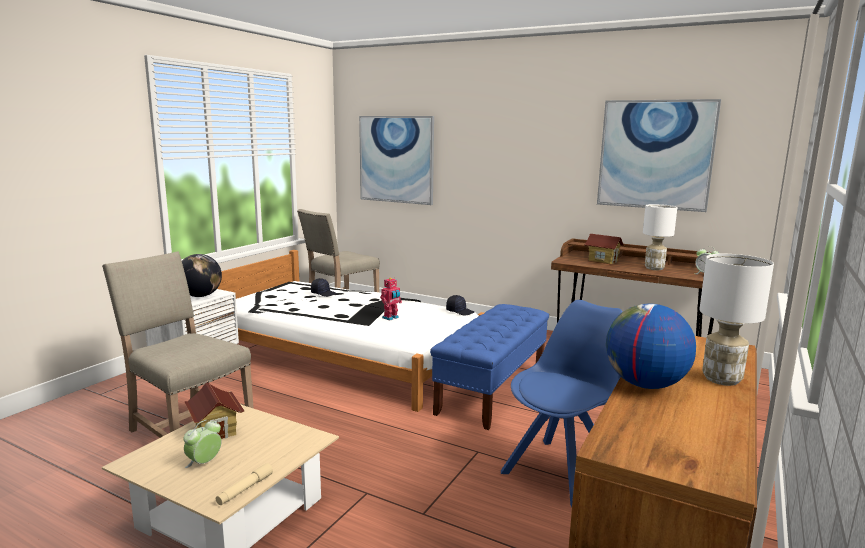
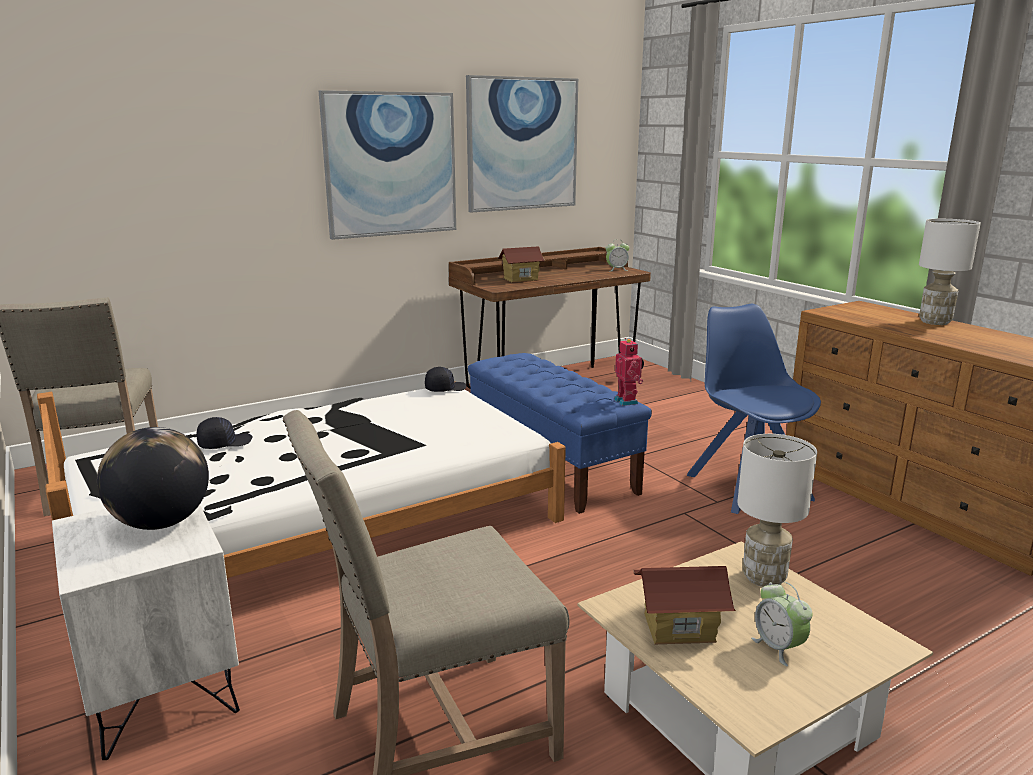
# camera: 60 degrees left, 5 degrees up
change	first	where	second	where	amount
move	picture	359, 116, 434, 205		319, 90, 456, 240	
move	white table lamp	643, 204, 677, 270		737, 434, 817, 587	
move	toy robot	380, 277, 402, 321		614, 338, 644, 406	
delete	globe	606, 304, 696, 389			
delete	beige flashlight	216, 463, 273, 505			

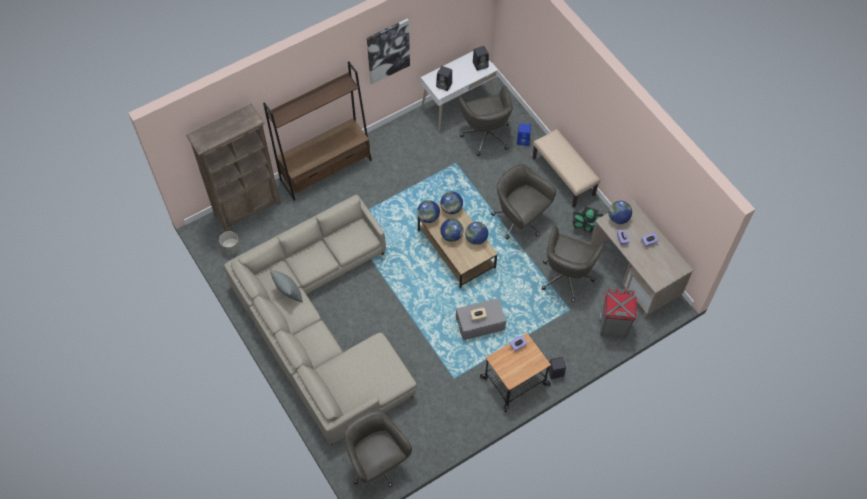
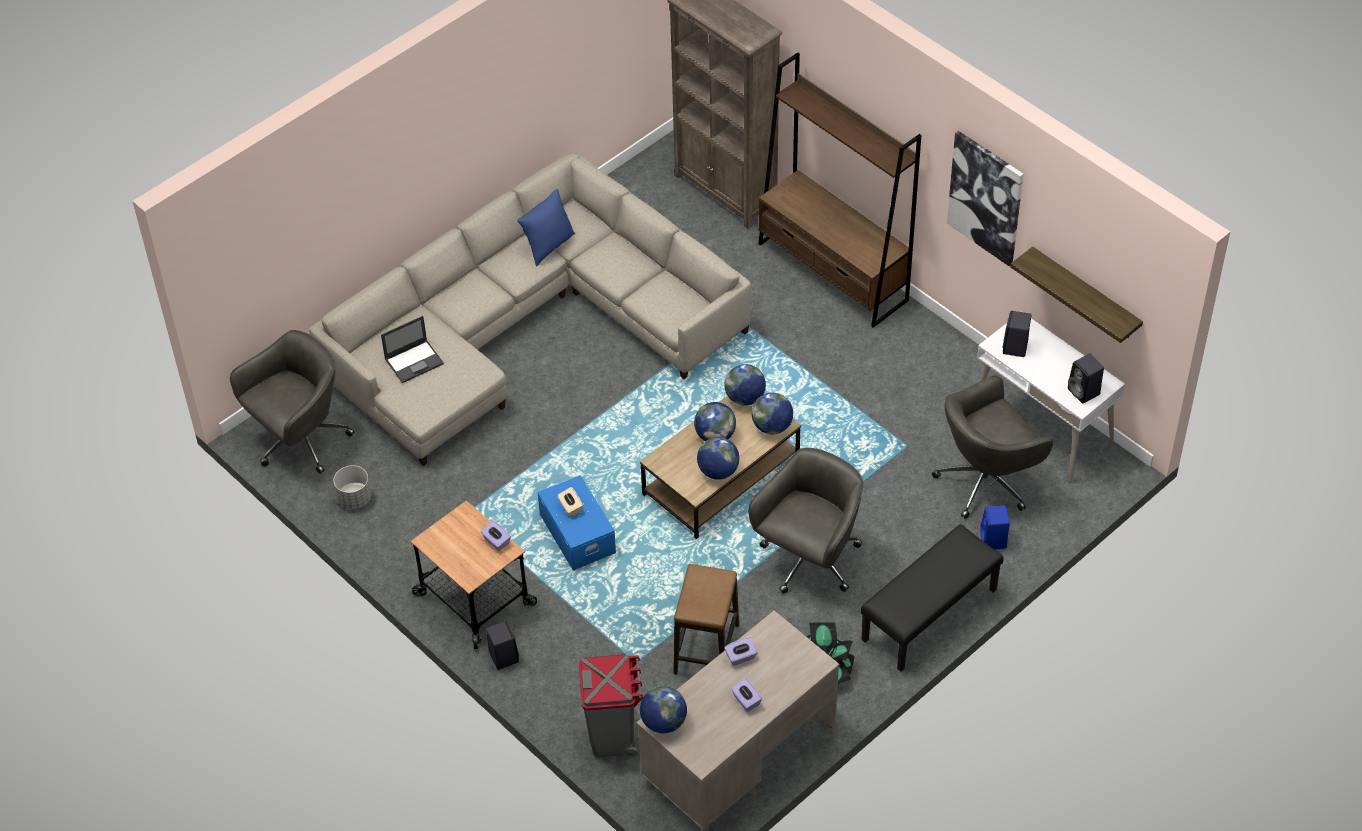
# camera: 80 degrees right, 10 degrees down
change	first	where	second	where	amount
recolor	beige bench	533, 129, 600, 208	black bench	861, 524, 1004, 671	
move	globe	608, 201, 632, 224		640, 686, 687, 733	
replace	grey office chair	542, 226, 605, 302	stool	674, 564, 739, 675	
move	grey planter	219, 231, 240, 255		333, 465, 371, 509	
recolor	grey pillow	270, 269, 303, 303	blue pillow	517, 189, 575, 266	
recolor	grey storage box	456, 298, 506, 340	blue storage box	538, 475, 616, 571	
insert			shelf	1010, 247, 1143, 343	
insert			laptop	381, 316, 444, 383	

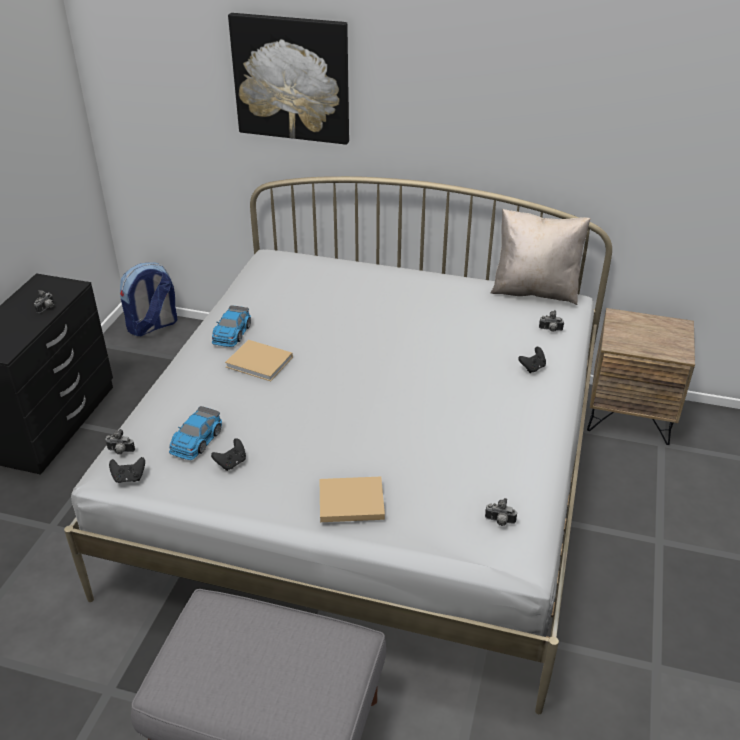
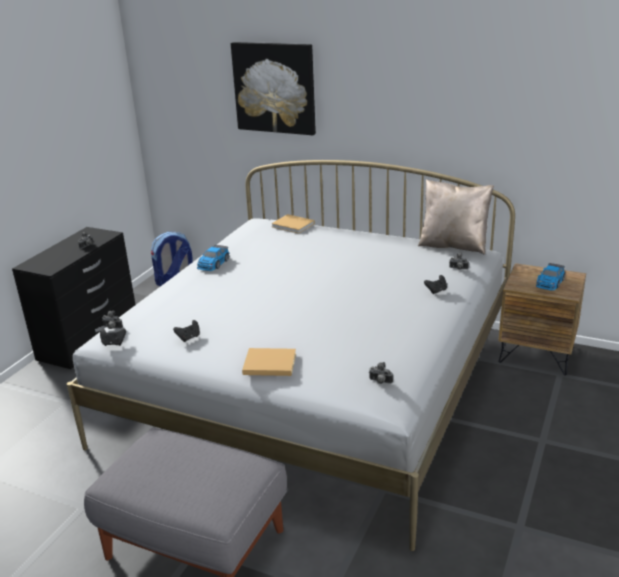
# camera: 10 degrees right, 10 degrees down
change	first	where	second	where	amount
move	beige book	225, 340, 293, 381		271, 214, 315, 234	
move	toy car	169, 406, 222, 460		536, 263, 565, 291	

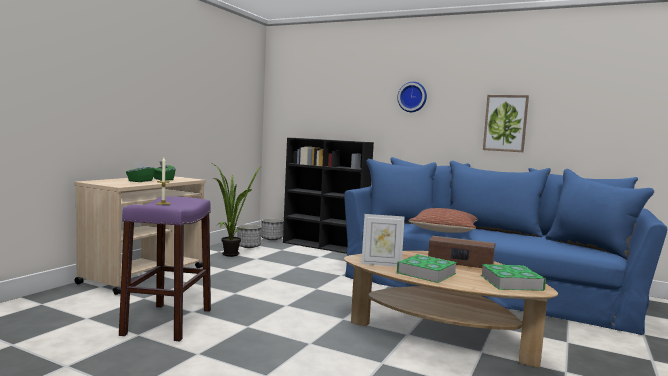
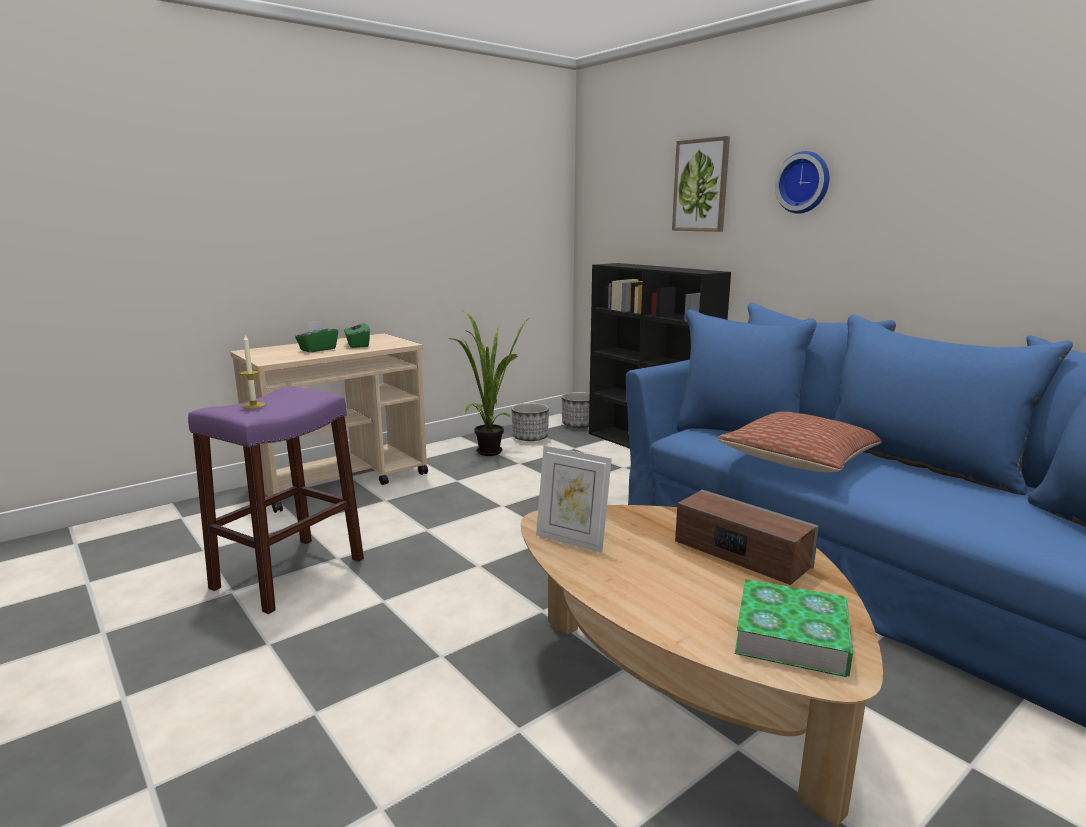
# camera: 25 degrees right, 10 degrees up
change	first	where	second	where	amount
move	picture	483, 95, 529, 152		672, 136, 730, 232	
delete	book	397, 254, 457, 283			

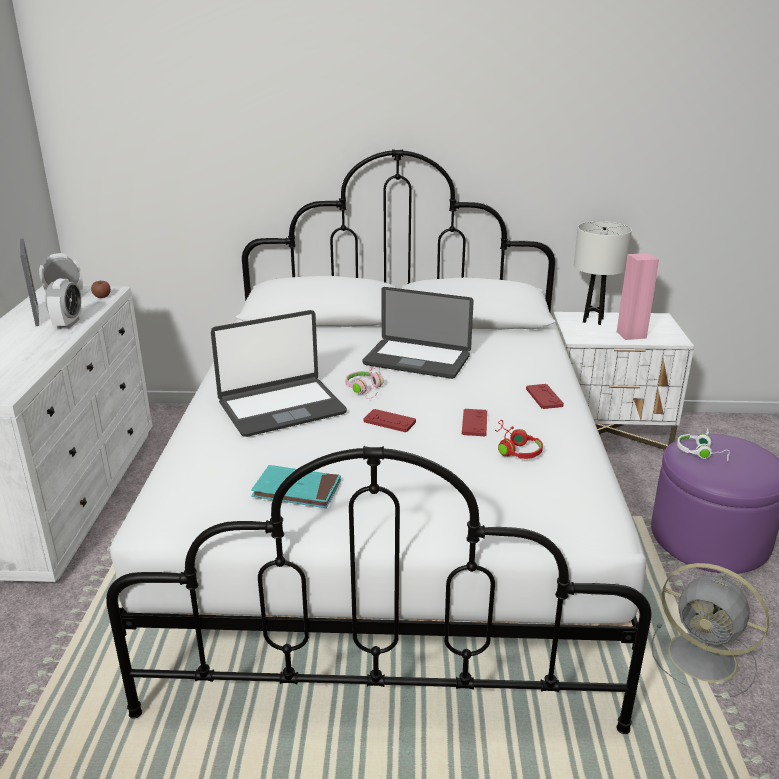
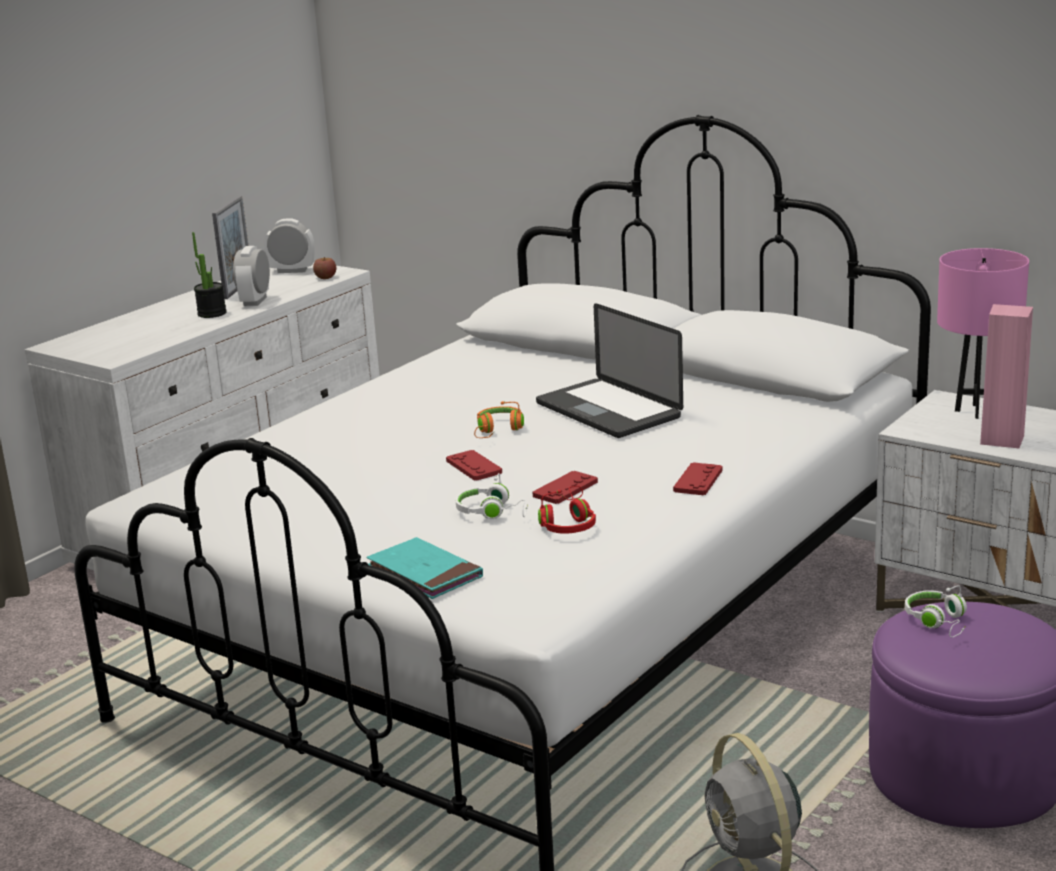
# camera: 35 degrees right, 5 degrees down
change	first	where	second	where	amount
recolor	white table lamp	574, 221, 632, 325	pink table lamp	937, 248, 1029, 419	
rotate	alarm clock	45, 279, 82, 329		233, 246, 270, 306	150 degrees clockwise
delete	laptop	211, 310, 347, 437			
recolor	pink headphones	345, 367, 384, 399	orange headphones	474, 401, 524, 438	
move	turquoise book	251, 465, 341, 508		367, 537, 483, 599	
insert			potted plant	192, 232, 227, 318	
insert			white headphones	456, 473, 528, 519	

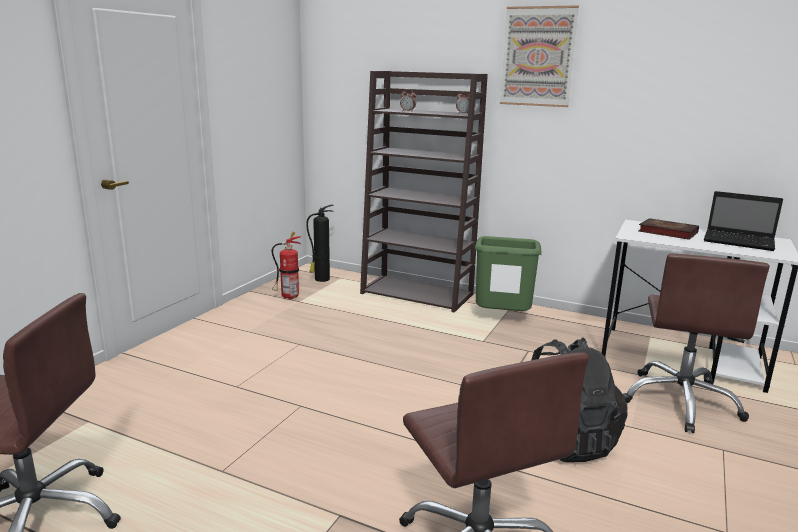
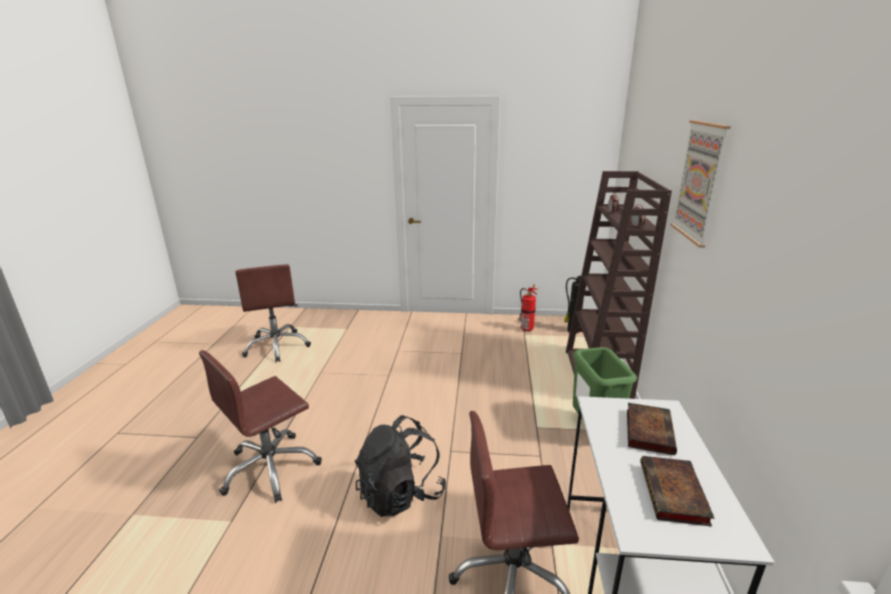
# camera: 70 degrees right, 5 degrees up
change	first	where	second	where	amount
replace	laptop	704, 191, 783, 251	book	640, 456, 714, 527	

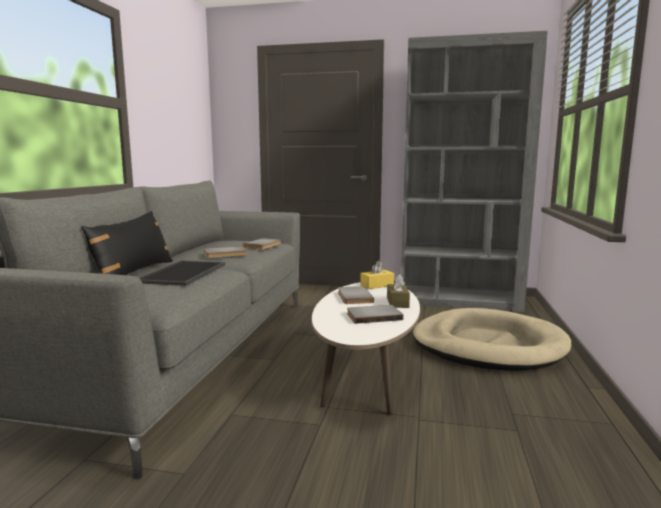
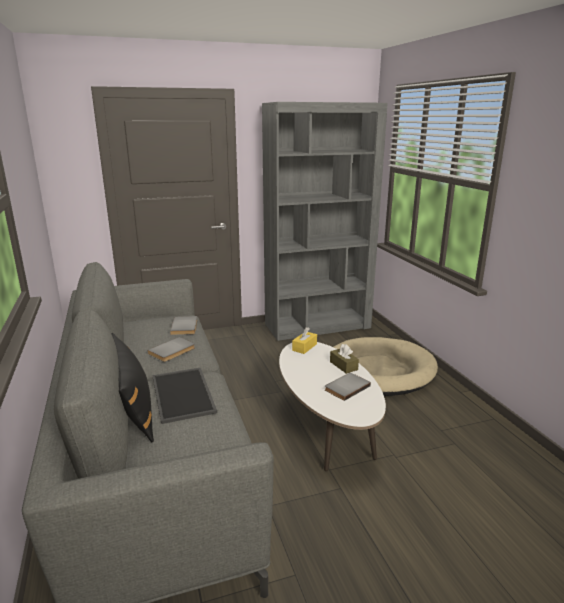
# camera: 30 degrees left, 10 degrees up
change	first	where	second	where	amount
delete	grey book	338, 286, 374, 304			

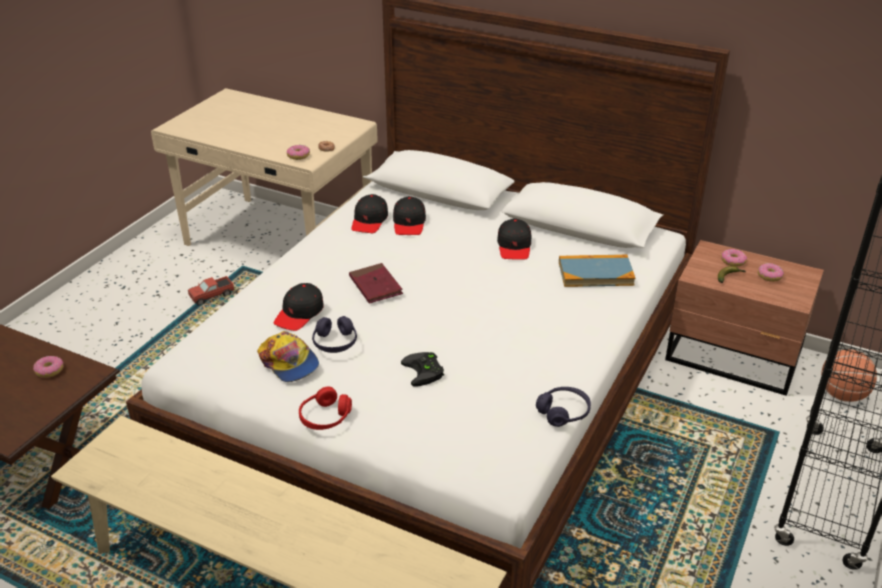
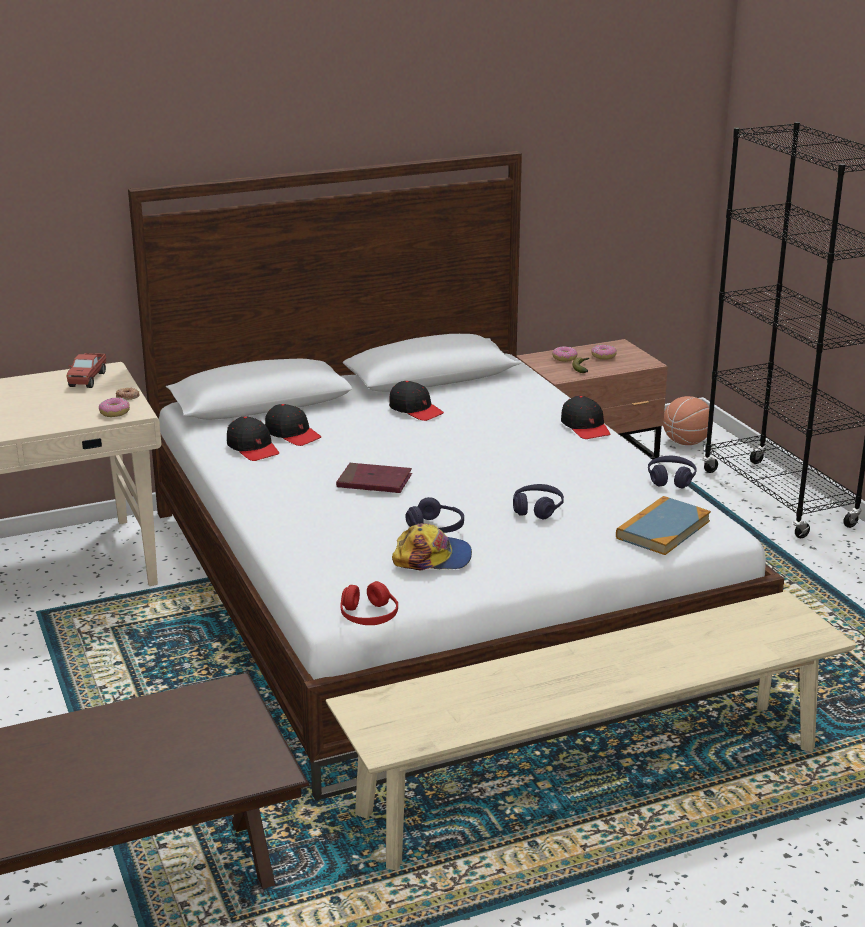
# camera: 50 degrees left, 10 degrees down
change	first	where	second	where	amount
move	book	559, 255, 635, 287		616, 496, 711, 555	
move	toy truck	188, 276, 234, 306		66, 353, 106, 388	
move	black cap	274, 283, 324, 331		561, 396, 610, 439	
replace	black game controller	401, 352, 444, 387	purple headphones	513, 484, 564, 520	
delete	donut	33, 356, 64, 378			
move	red headphones	299, 387, 352, 430		340, 581, 398, 625	

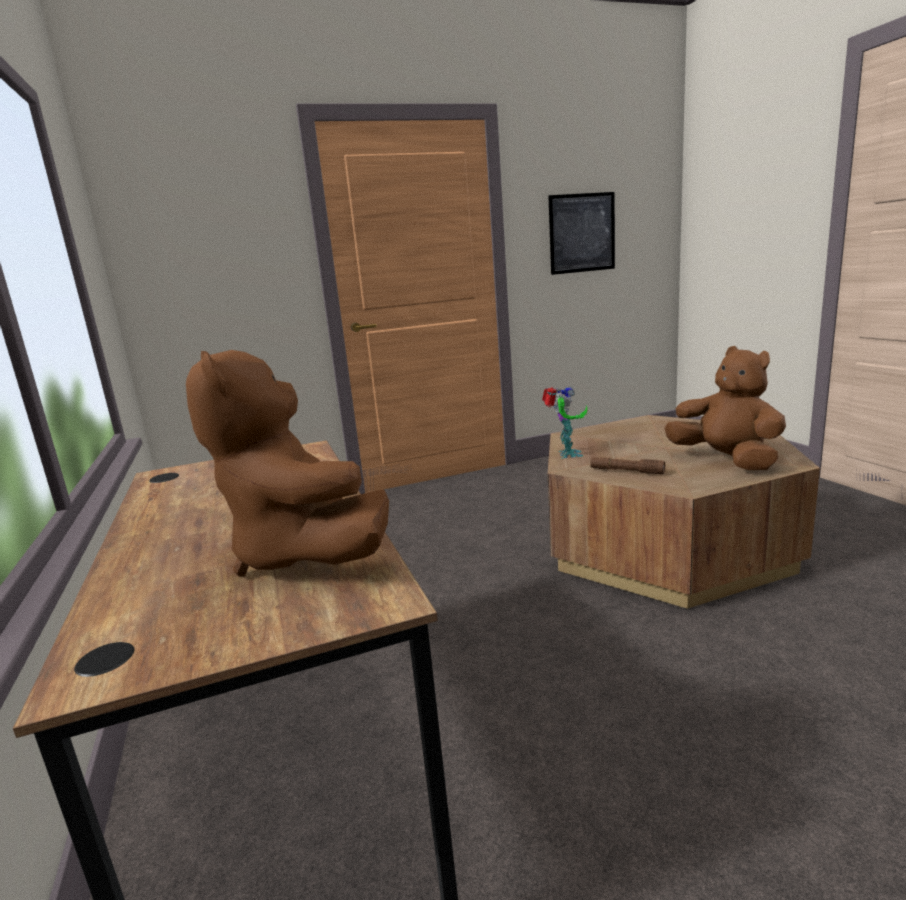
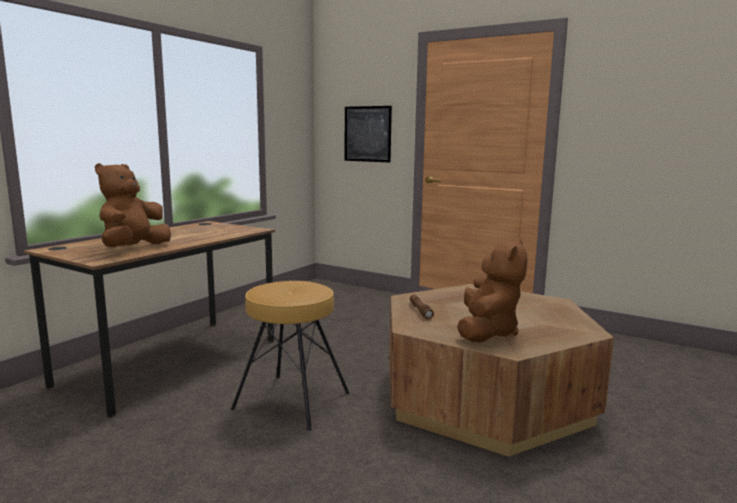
# camera: 50 degrees right, 5 degrees down
change	first	where	second	where	amount
move	picture	548, 192, 615, 275		345, 106, 392, 162	
delete	toy robot	542, 386, 587, 459			
insert			brown stool	231, 281, 350, 431	

